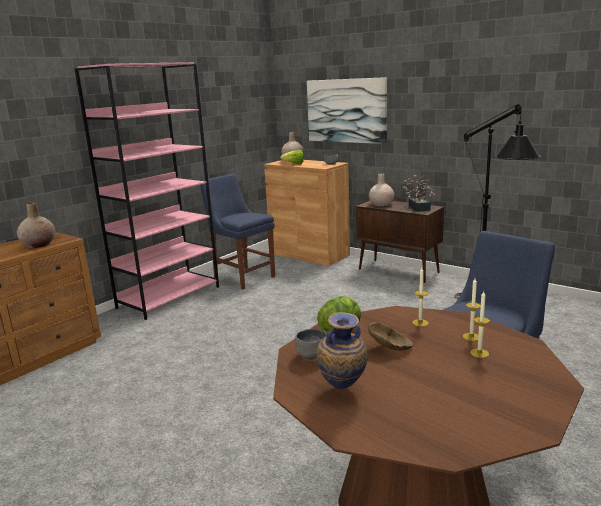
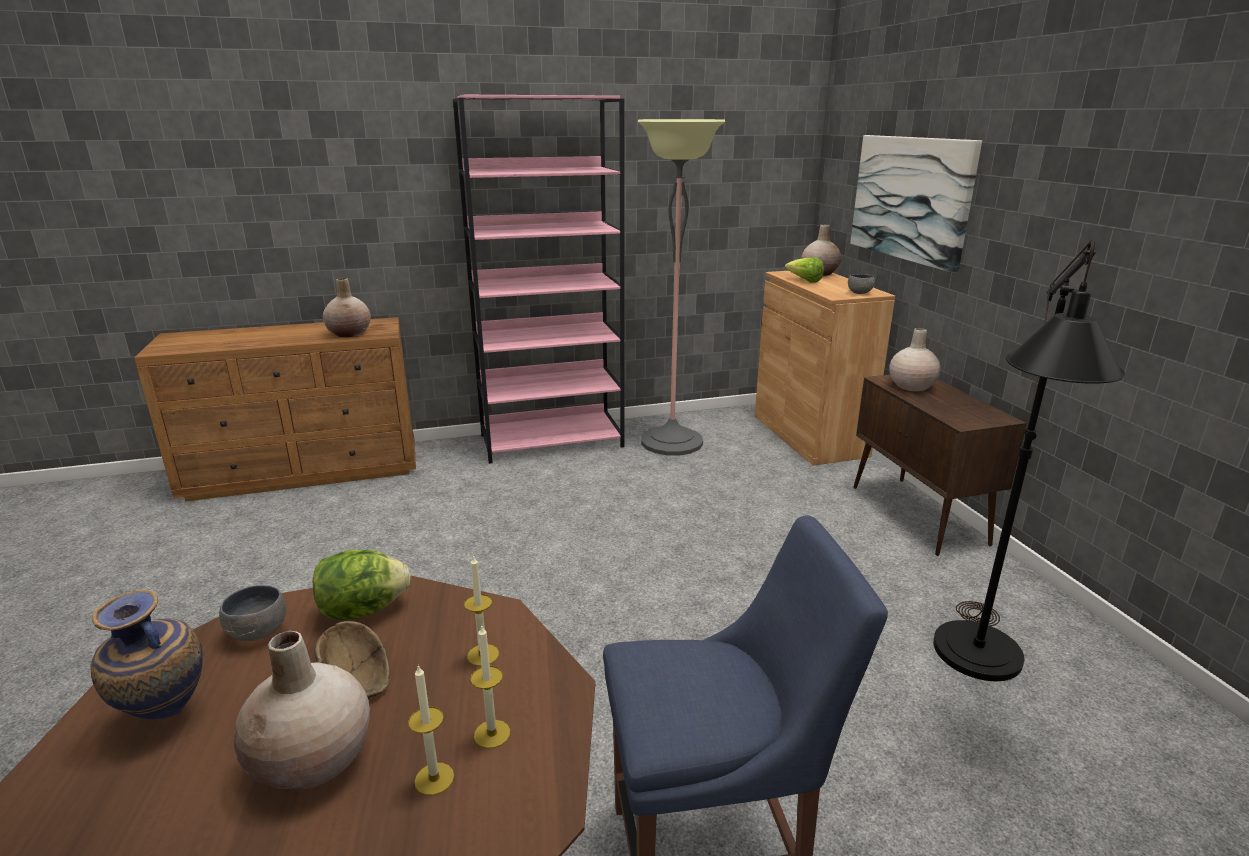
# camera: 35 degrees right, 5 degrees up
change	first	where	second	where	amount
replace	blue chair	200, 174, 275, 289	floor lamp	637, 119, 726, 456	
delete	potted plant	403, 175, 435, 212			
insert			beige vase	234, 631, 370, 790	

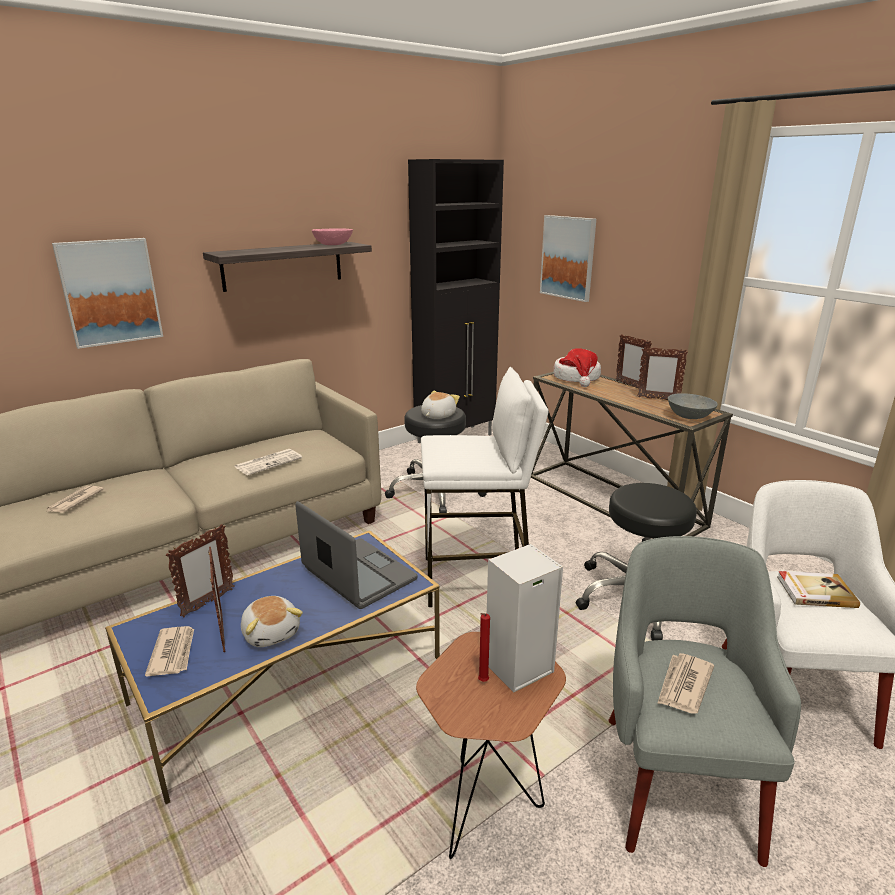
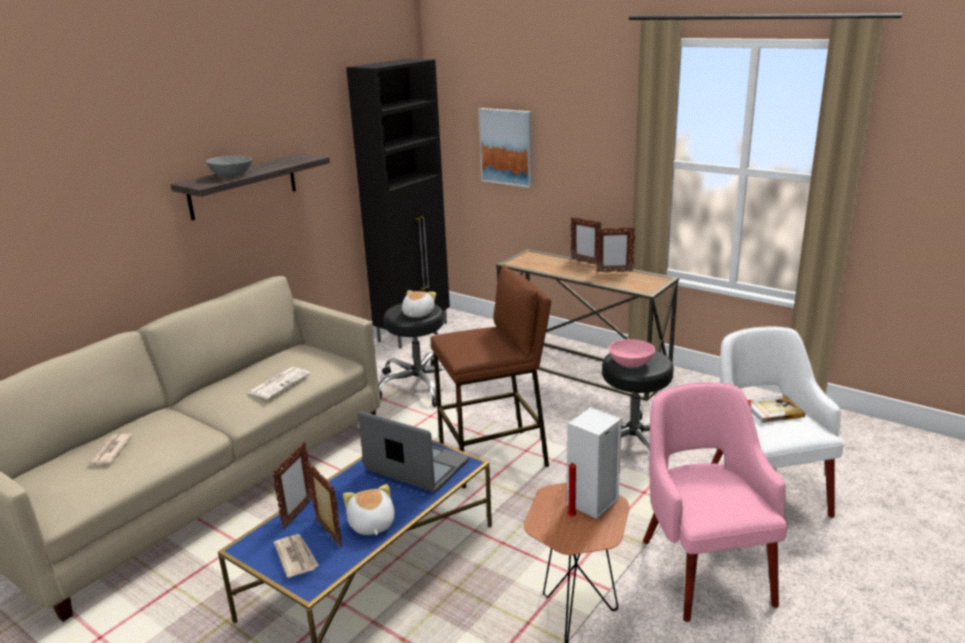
# camera: 15 degrees left, 0 degrees up
change	first	where	second	where	amount
move	pink bowl	312, 228, 353, 245		609, 339, 655, 368	
delete	picture	52, 238, 163, 349			
delete	hat	554, 348, 601, 387			
recolor	white stool	421, 367, 548, 607	brown stool	430, 265, 551, 488	
move	grey bowl	668, 393, 718, 419		206, 156, 252, 177	
recolor	grey armchair	608, 536, 801, 867	pink armchair	643, 382, 788, 622	
rotate	plush toy	241, 596, 303, 647		343, 484, 395, 535	150 degrees counterclockwise
delete	newspaper	657, 653, 714, 714			

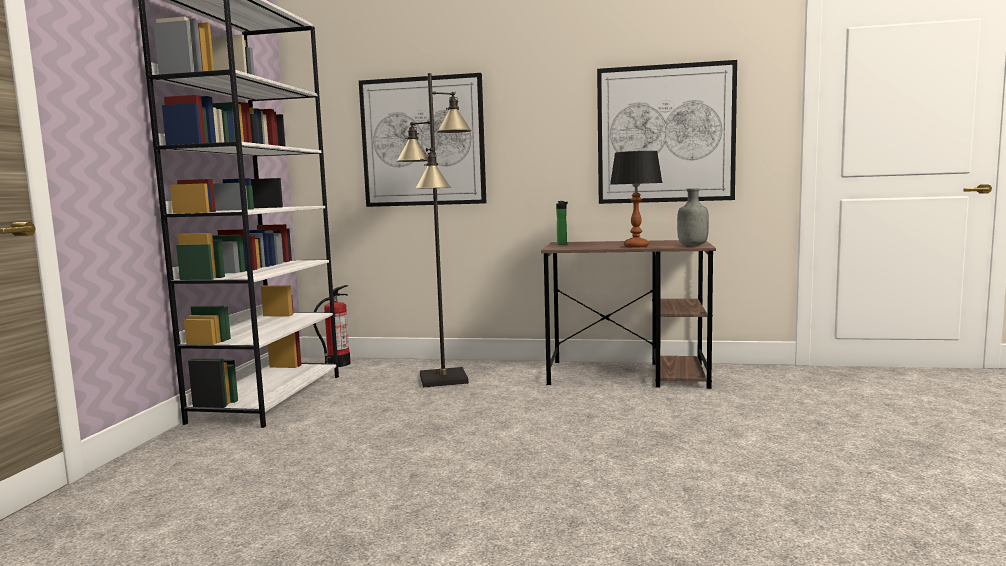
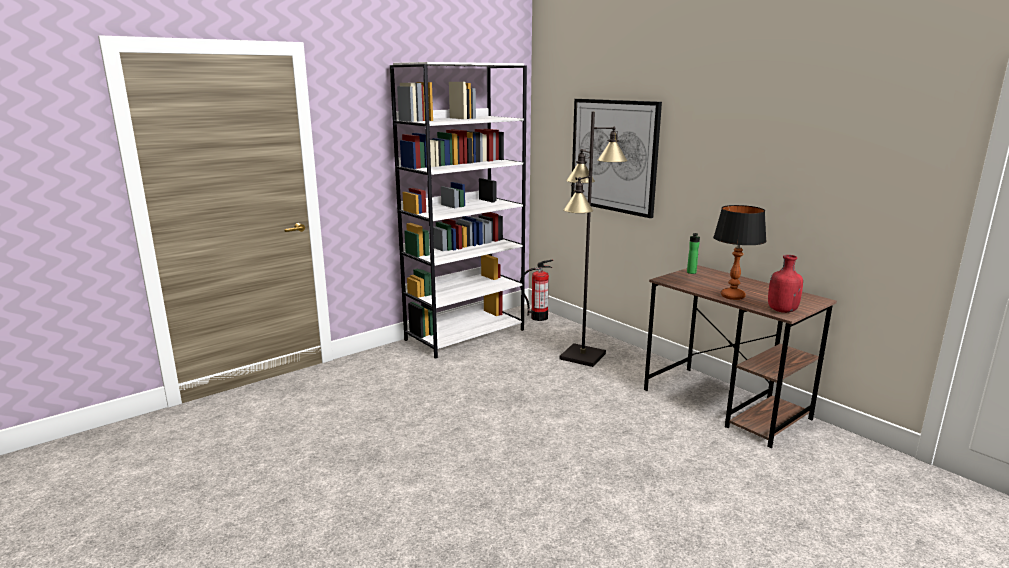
# camera: 40 degrees right, 10 degrees up
change	first	where	second	where	amount
delete	picture	597, 60, 737, 204			
recolor	grey bottle	677, 188, 709, 246	red bottle	768, 255, 803, 313	

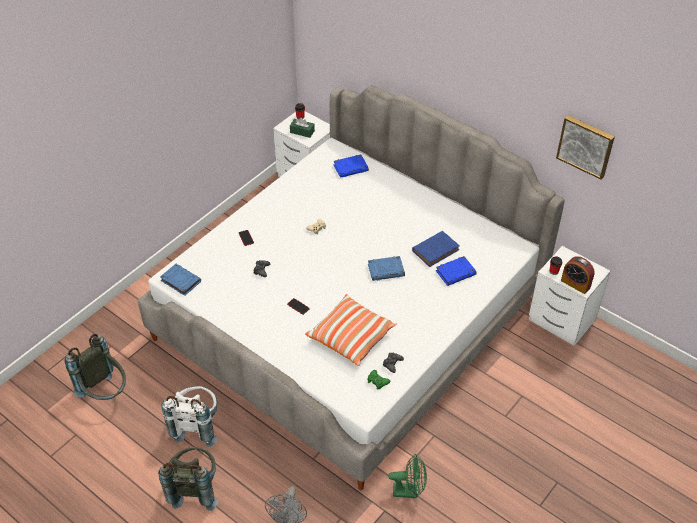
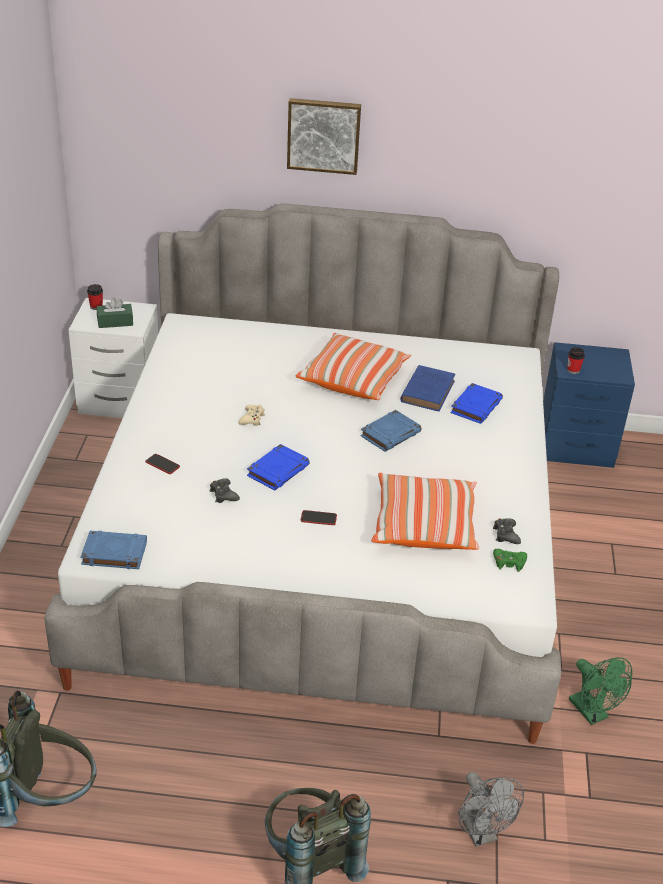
# camera: 35 degrees left, 10 degrees down
change	first	where	second	where	amount
move	picture	556, 115, 615, 179		287, 98, 361, 175	
move	blue book	333, 154, 369, 178		247, 444, 310, 490	
recolor	white nightstand	529, 246, 610, 346	blue nightstand	543, 342, 635, 468	
delete	alarm clock	561, 256, 595, 294			
delete	white backpack	162, 386, 217, 447			
rotate	green fan	388, 454, 427, 498		569, 657, 632, 725	90 degrees clockwise
insert			pillow	296, 333, 411, 400	

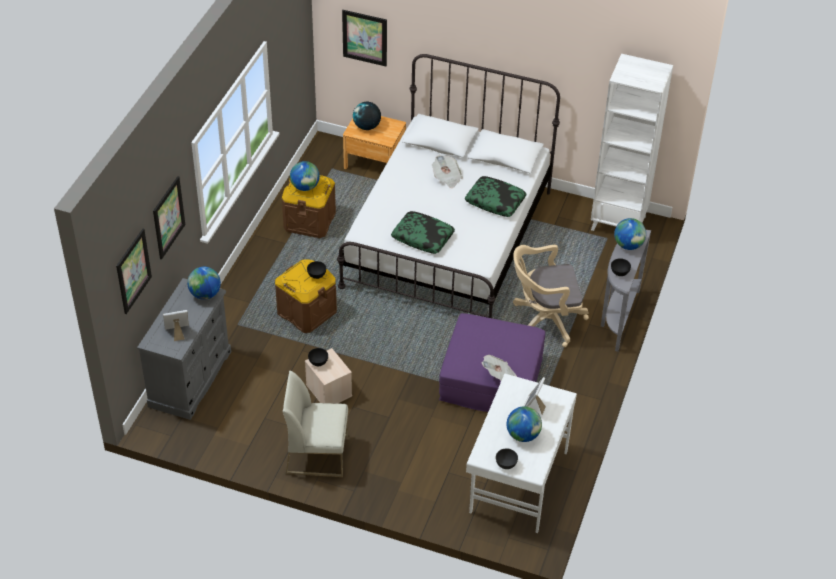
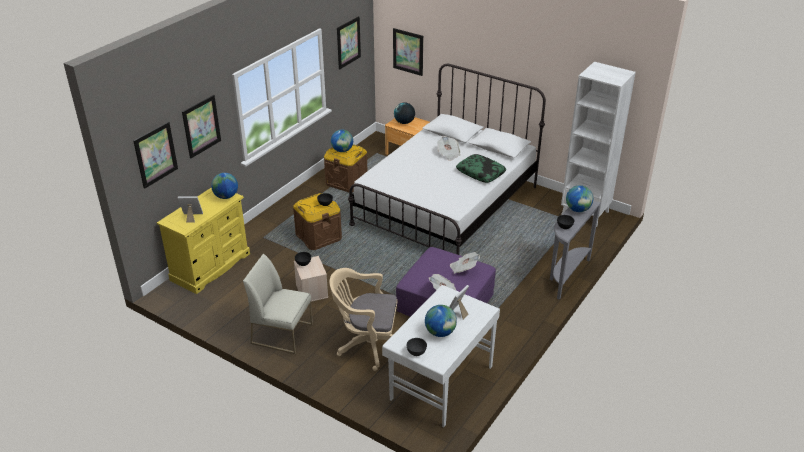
# camera: 15 degrees right, 10 degrees down
change	first	where	second	where	amount
delete	pillow	391, 211, 455, 254			
move	beige office chair	513, 245, 589, 347		330, 268, 397, 371	
recolor	grey dresser	137, 278, 231, 420	yellow dresser	157, 188, 250, 294	
insert			picture	337, 16, 361, 69	
insert			newspaper	450, 252, 480, 274	

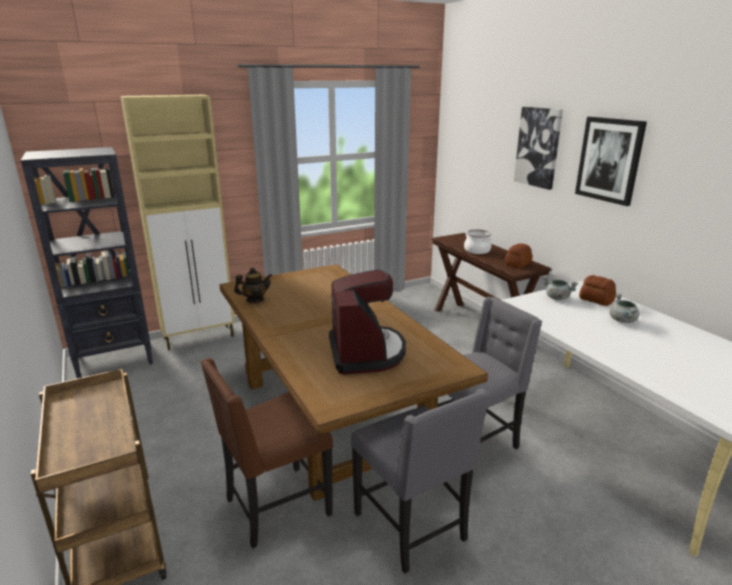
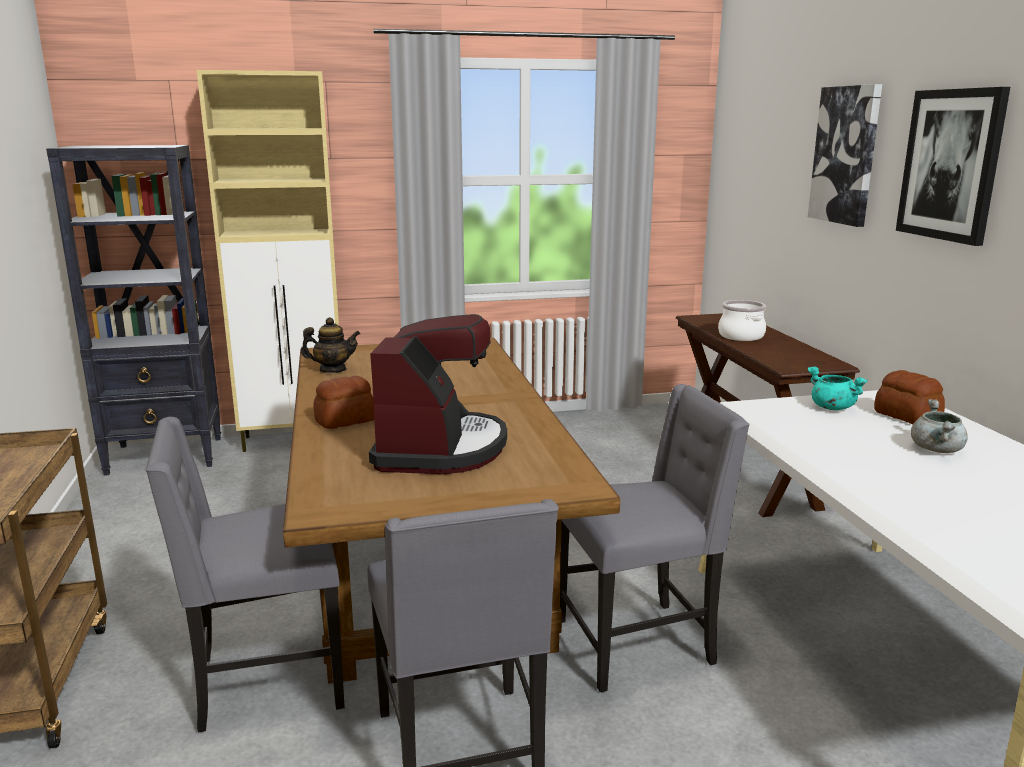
# camera: 15 degrees right, 5 degrees down
change	first	where	second	where	amount
move	bread	505, 243, 533, 268		313, 376, 375, 429	
recolor	grey cooking pot	542, 276, 578, 300	turquoise cooking pot	807, 366, 868, 410	
recolor	brown chair	200, 358, 333, 549	grey chair	146, 417, 345, 733	

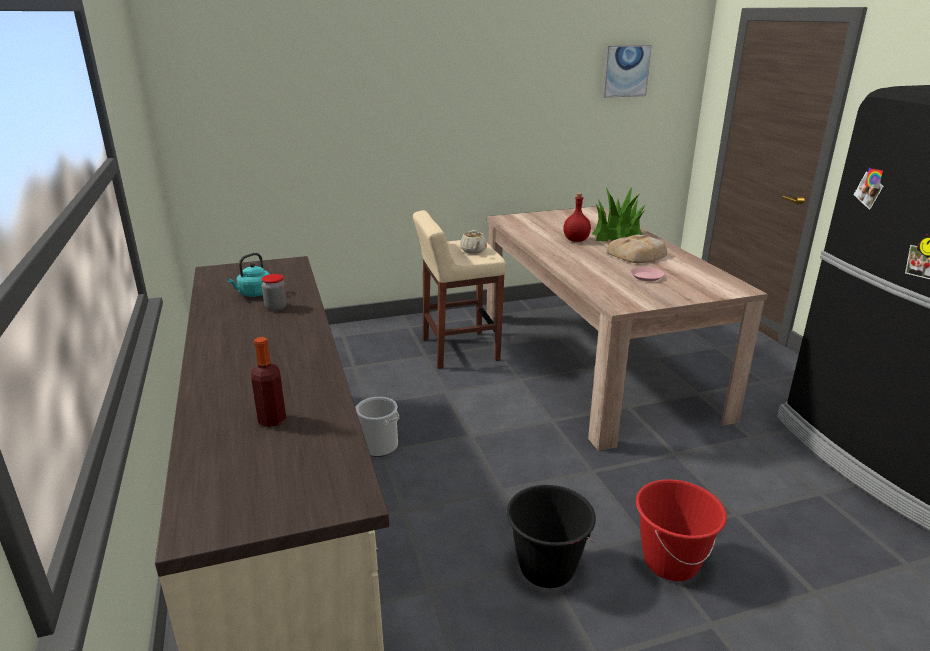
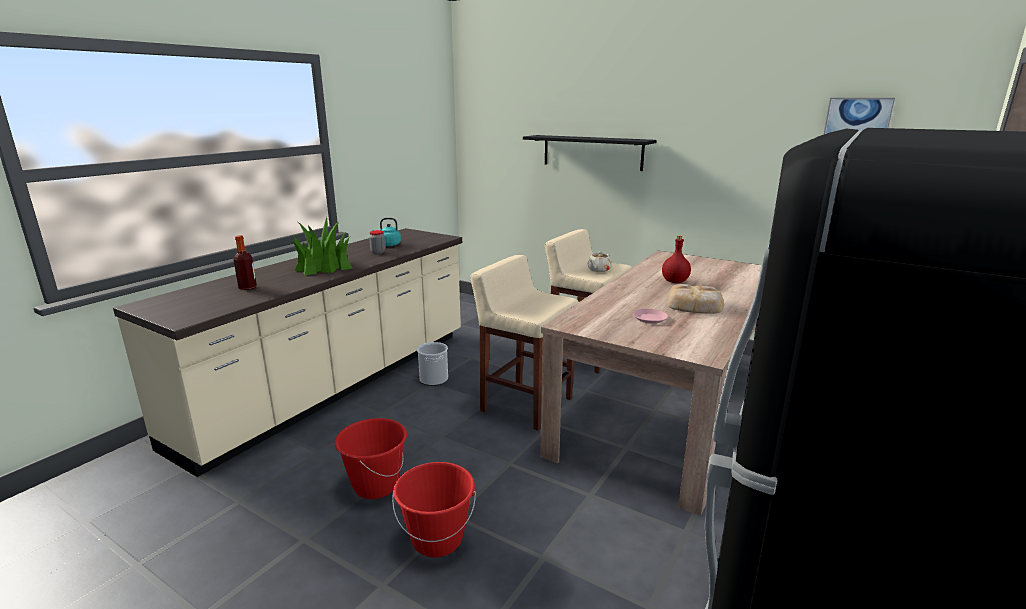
# camera: 50 degrees right, 5 degrees down
change	first	where	second	where	amount
move	potted plant	592, 187, 646, 242		291, 217, 353, 275	
recolor	black bucket	507, 485, 596, 588	red bucket	335, 418, 407, 499	
insert			black shelf	523, 135, 657, 171	
insert			beige stool	470, 255, 579, 430	

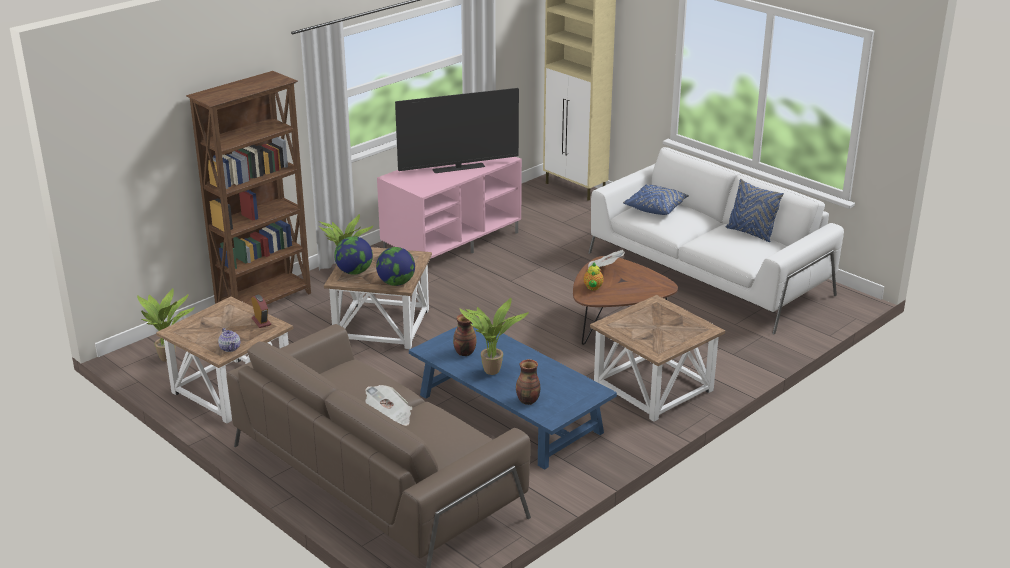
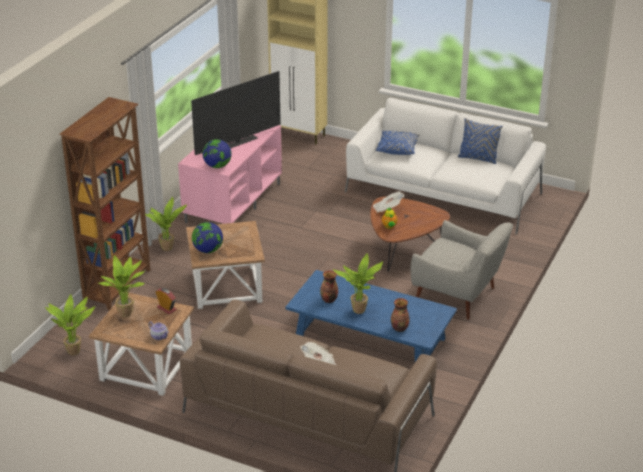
# camera: 20 degrees left, 5 degrees up
change	first	where	second	where	amount
move	globe	376, 247, 415, 286		202, 139, 232, 168	
replace	brown side table	590, 295, 725, 422	grey armchair	410, 220, 513, 320	
insert			potted plant	98, 255, 145, 317	

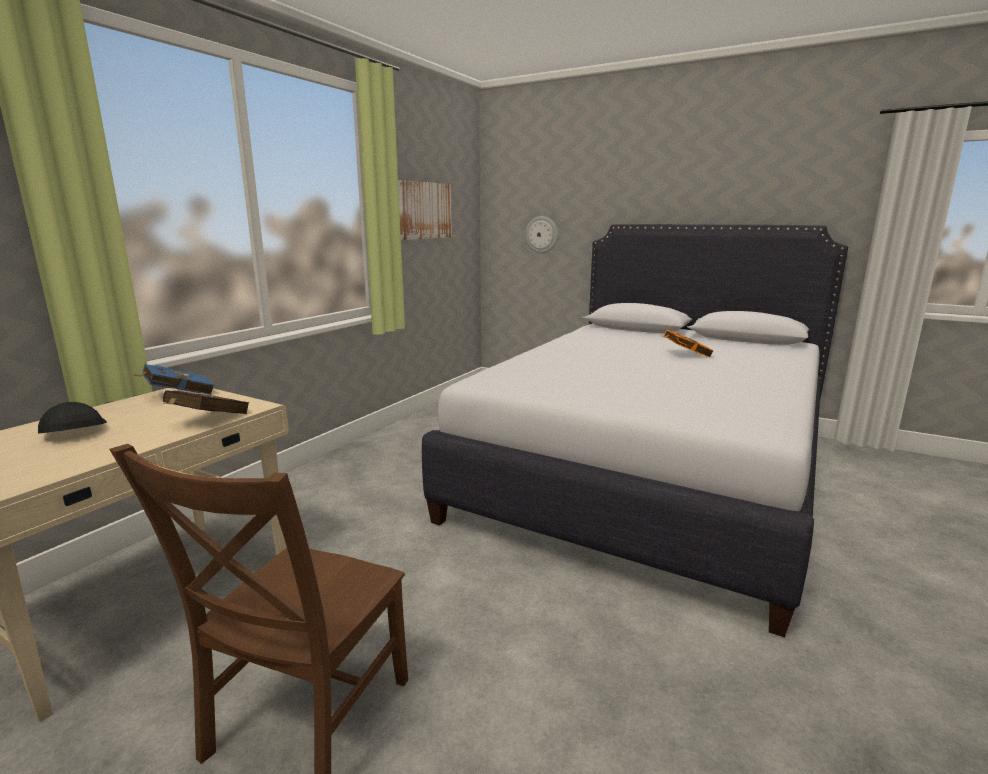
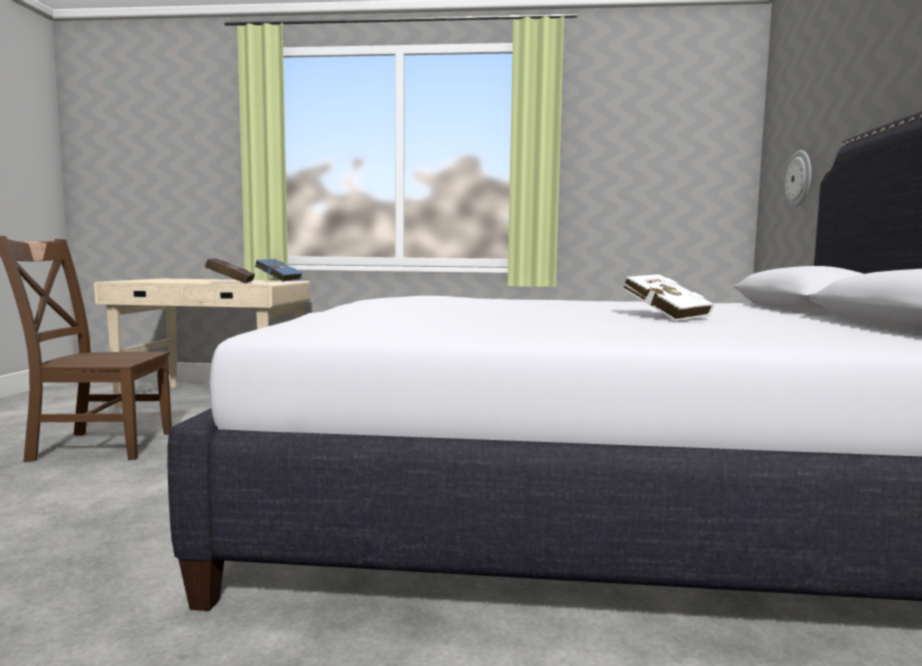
# camera: 65 degrees right, 10 degrees down
change	first	where	second	where	amount
delete	picture	398, 180, 452, 240			
recolor	orange book	662, 330, 714, 358	white book	623, 274, 714, 321	
delete	black cap	38, 402, 107, 433			

